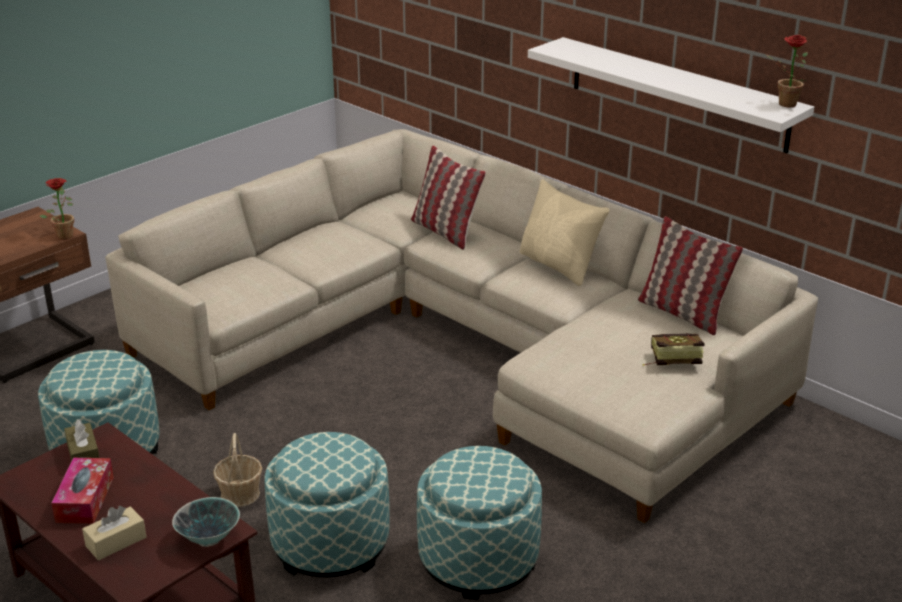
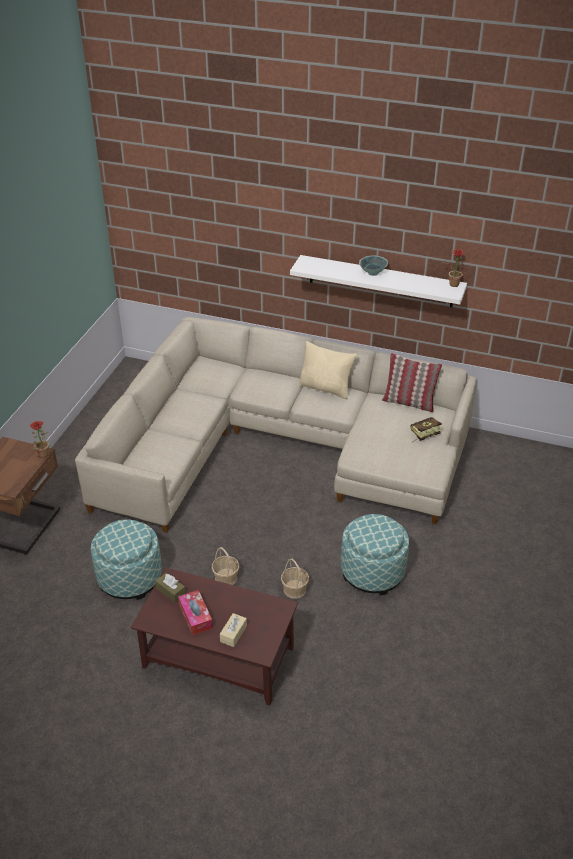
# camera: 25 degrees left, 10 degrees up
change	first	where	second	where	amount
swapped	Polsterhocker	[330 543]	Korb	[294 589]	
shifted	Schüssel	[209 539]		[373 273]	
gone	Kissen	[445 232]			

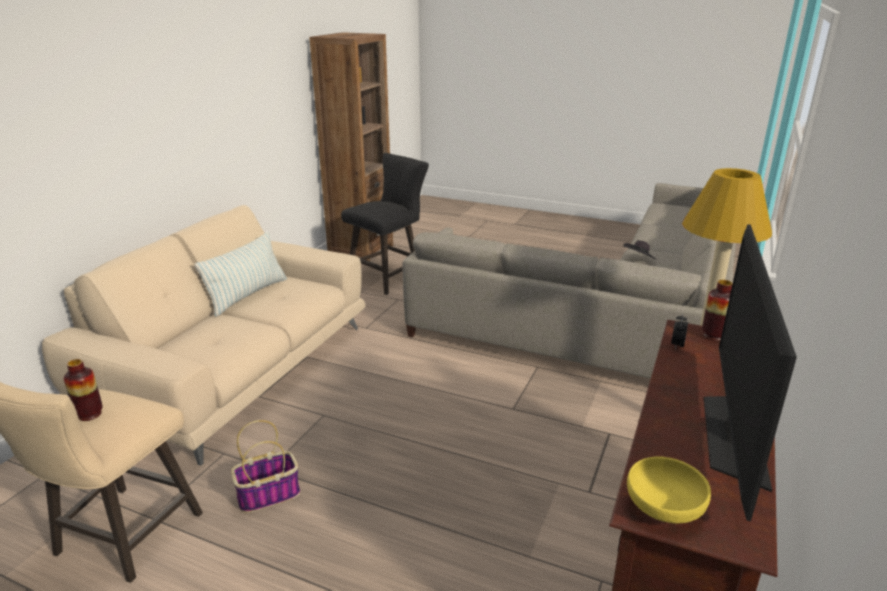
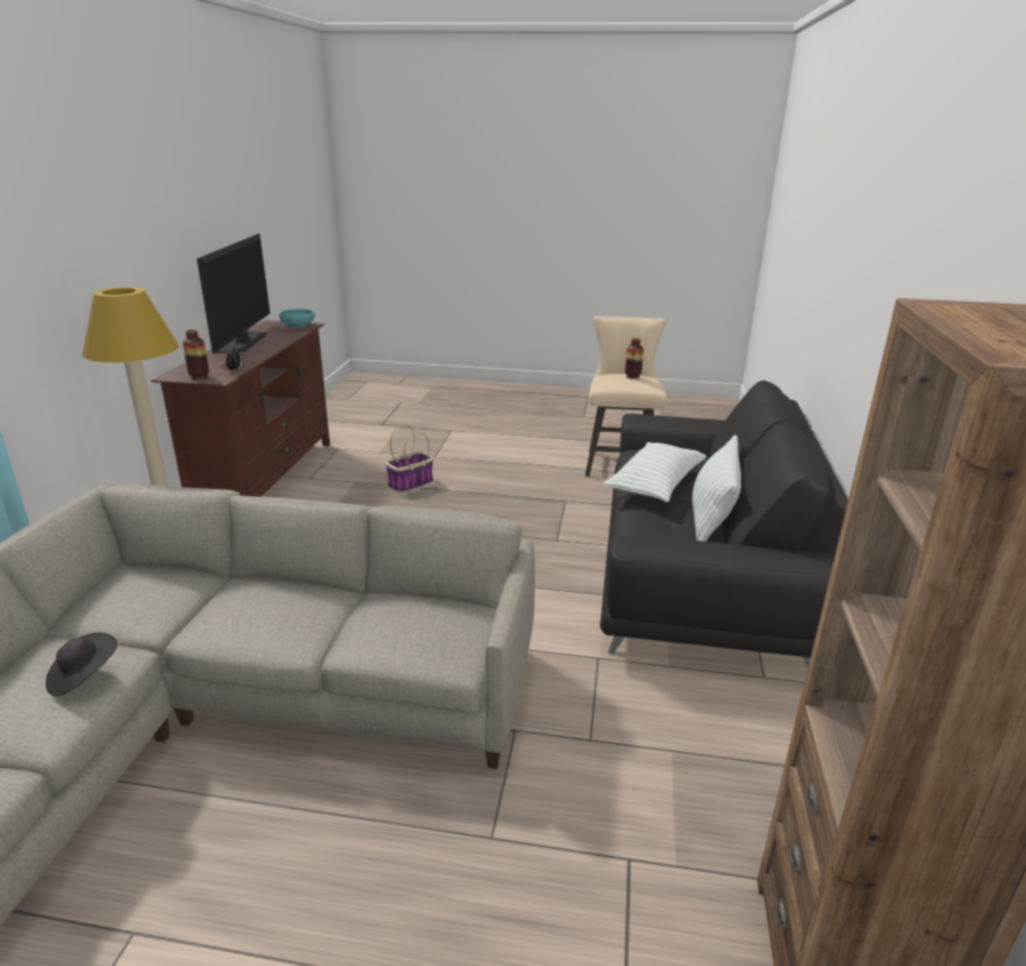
# camera: 165 degrees right, 0 degrees up
change	first	where	second	where	amount
repainted	Schüssel/gelb	[664 507]	Schüssel/türkis	[298 326]	
shifted	Korb	[269 495]		[410 484]	
repainted	Sofa/beige	[235 370]	Sofa/schwarz	[698 570]	
new			Kissen	[655 485]	
gone	Hocker/schwarz	[389 276]			

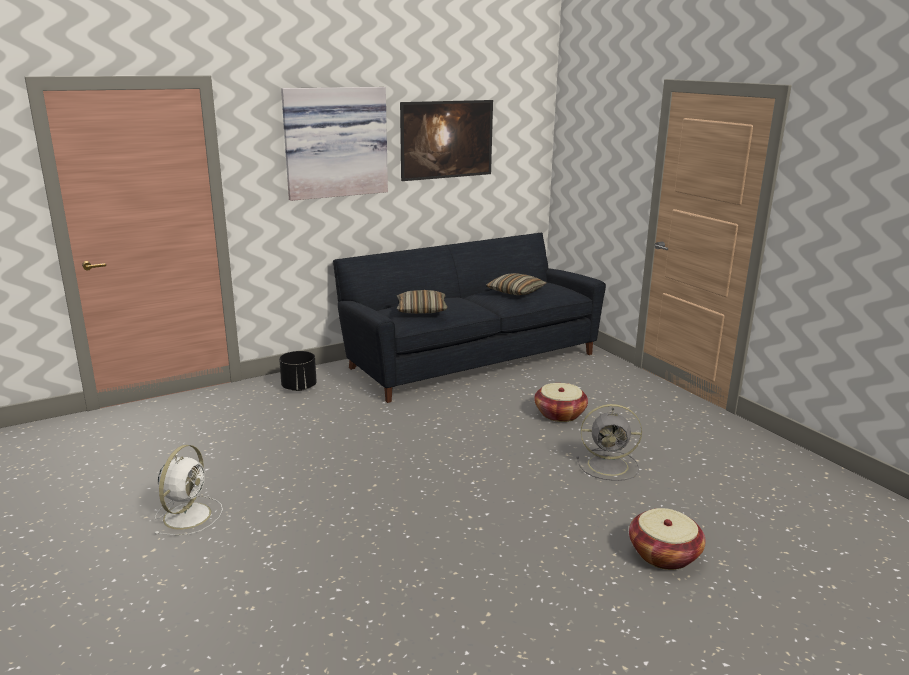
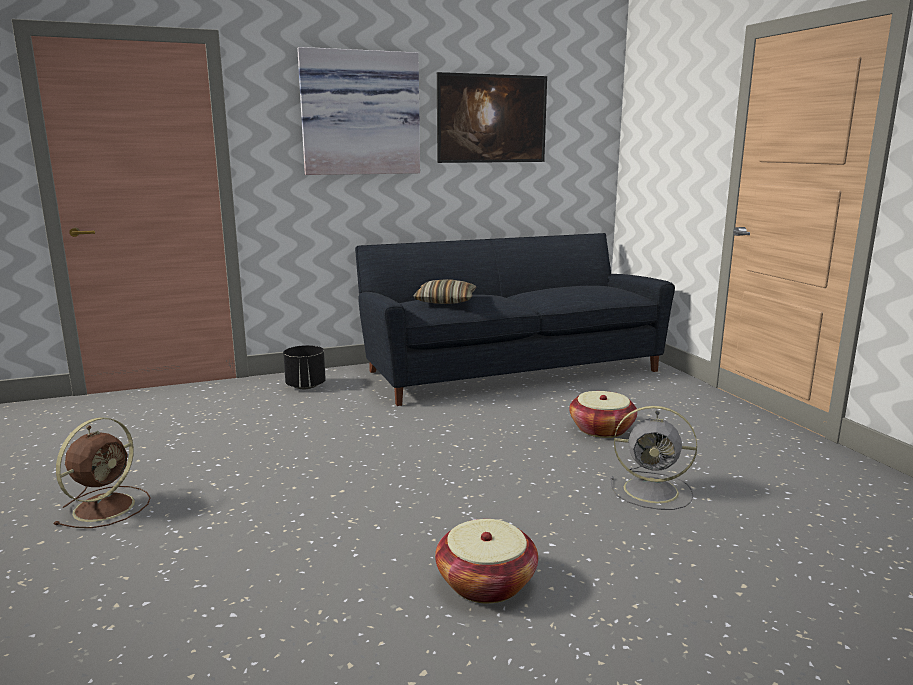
# camera: 10 degrees right, 5 degrees down
change	first	where	second	where	amount
repainted	Ventilator/weiß	[188 515]	Ventilator/braun	[106 506]	
shifted	Korb	[664 554]		[486 583]	
gone	Kissen	[516 291]			

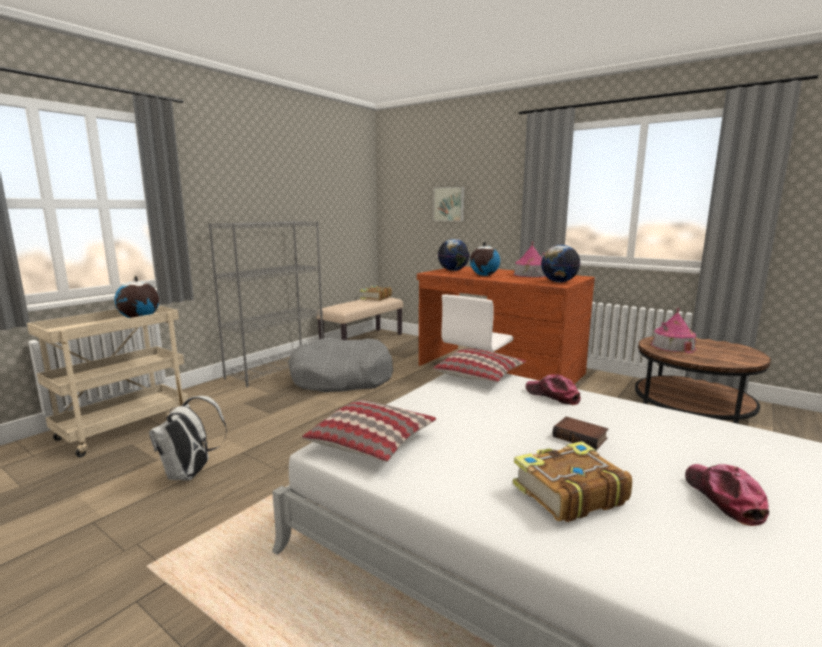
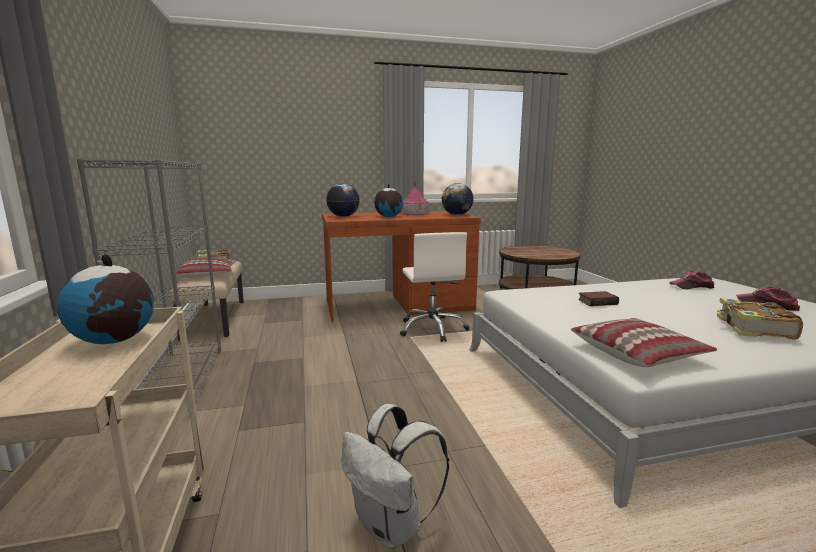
# camera: 50 degrees left, 0 degrees up
change	first	where	second	where	amount
shifted	Kissen	[480 375]		[208 275]	
shifted	Buch	[581 437]		[597 302]	
shifted	Kappe	[552 395]		[691 287]	
gone	Hundebett/grau	[341 378]			
gone	Bild	[449 204]			
gone	Spielzeughaus	[673 346]			

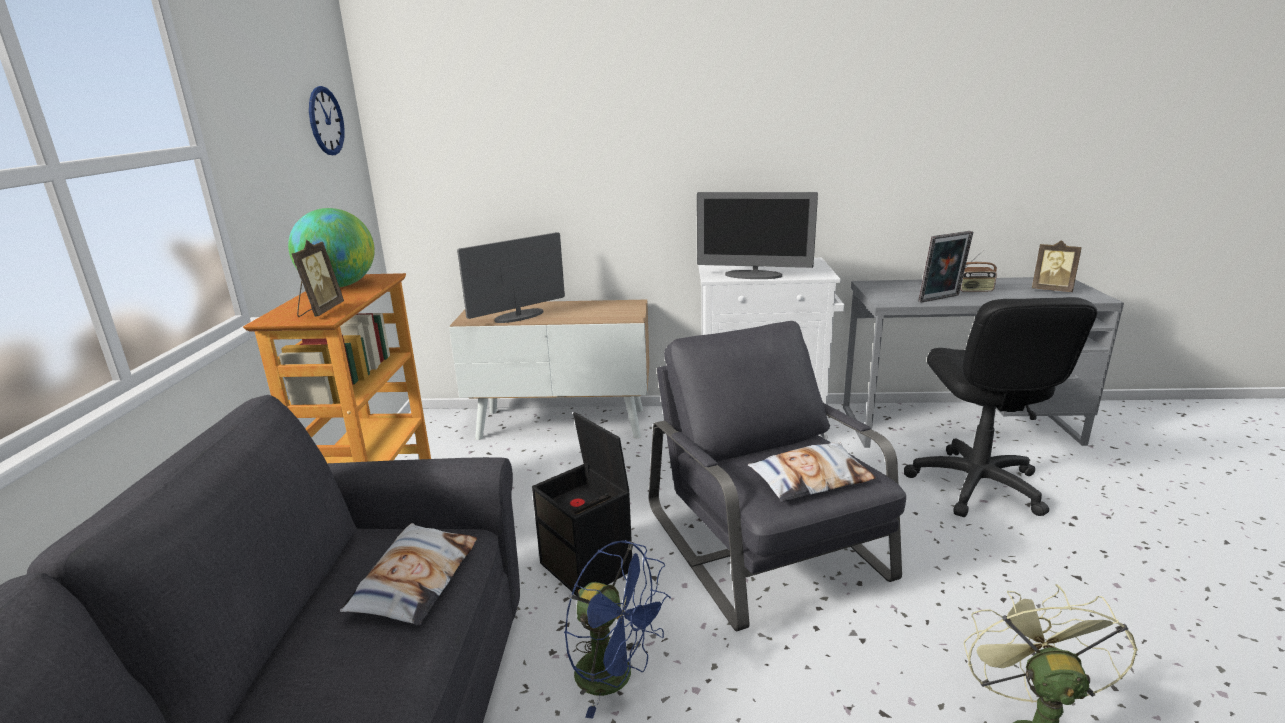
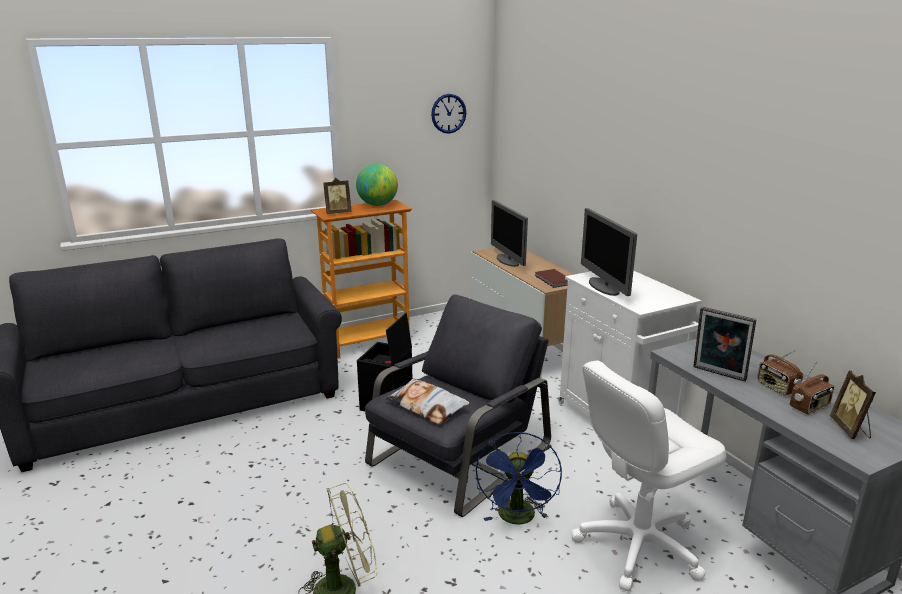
# camera: 60 degrees right, 0 degrees up
change	first	where	second	where	amount
shifted	Ventilator/blau	[616 677]		[518 519]	
rotated	Monitor	[518 316]		[507 260]	135 degrees counterclockwise
new			Buch/braun	[553 280]	
repainted	Bürostuhl/schwarz	[975 485]	Bürostuhl/weiß	[638 545]	
new			Radio	[809 407]	
gone	Kissen	[415 580]			

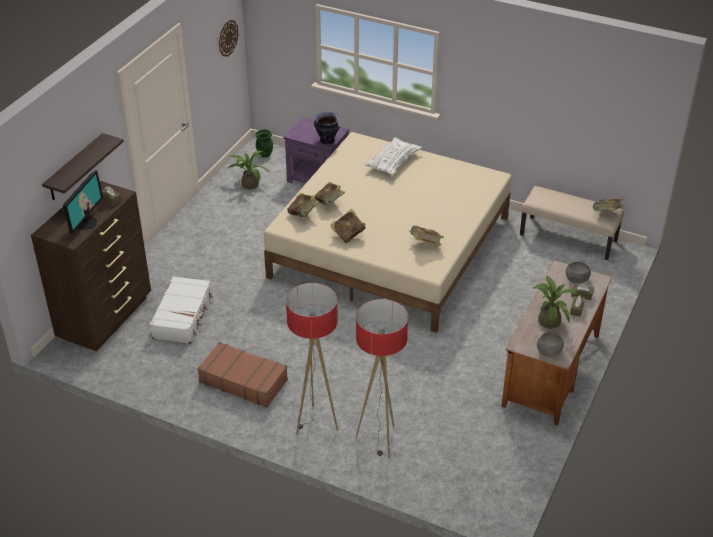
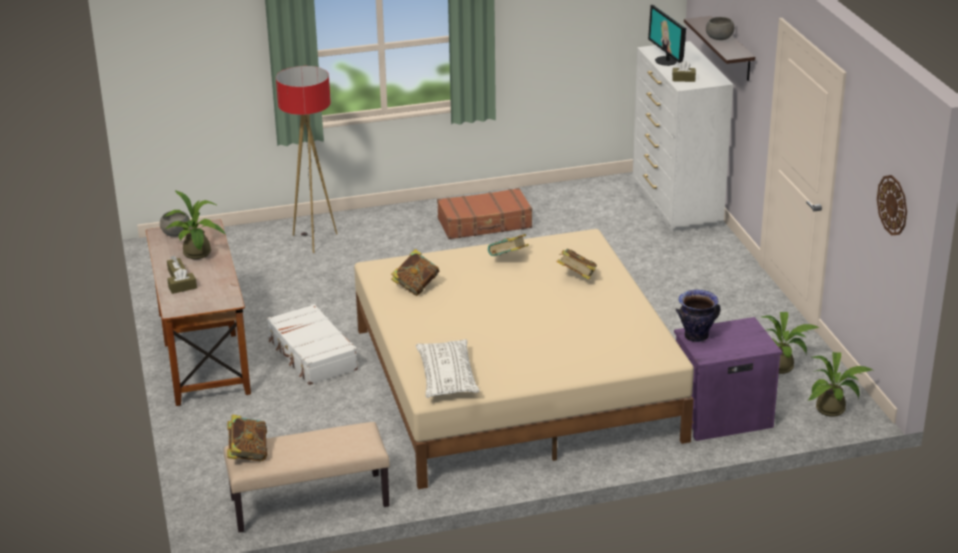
# camera: 140 degrees right, 10 degrees down
change	first	where	second	where	amount
shifted	Koffer/weiß	[183 316]		[312 355]	
shifted	Kissen/weiß	[393 162]		[447 378]	
repainted	Kommode/braun	[106 318]	Kommode/weiß	[675 206]	
shifted	Schüssel/grau	[576 279]		[719 37]	
swapped	Vase/grün	[265 154]	Topfpflanze	[834 410]	
gone	Stehlampe	[315 423]			
gone	Buch	[303 214]			

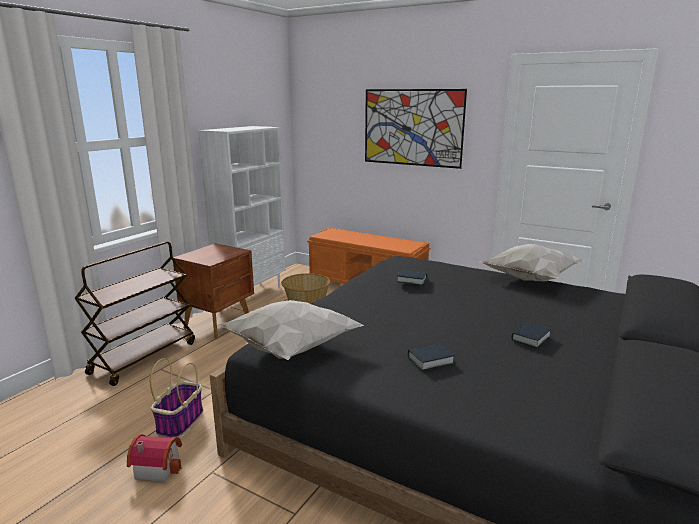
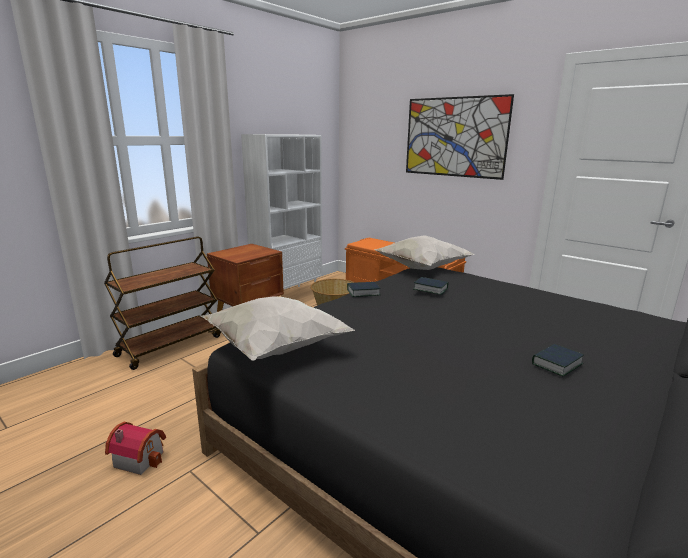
# camera: 10 degrees right, 0 degrees up
change	first	where	second	where	amount
shifted	Buch	[430 361]		[363 292]	
shifted	Kissen/weiß	[529 279]		[421 269]	
gone	Korb	[180 421]			

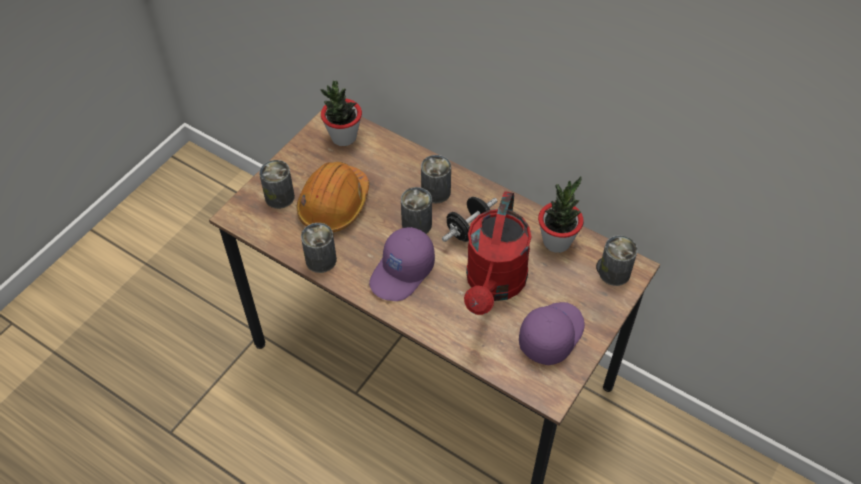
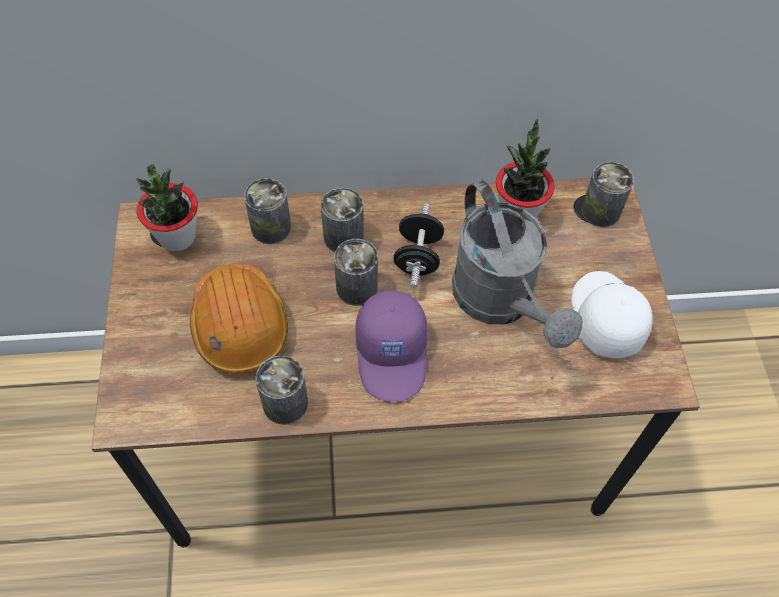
# camera: 40 degrees left, 5 degrees up
change	first	where	second	where	amount
shifted	Dose	[279 197]		[271 227]	
repainted	Gießkanne/rot	[494 285]	Gießkanne/grau	[501 302]	
repainted	Kappe/lila	[550 334]	Kappe/weiß	[604 318]	

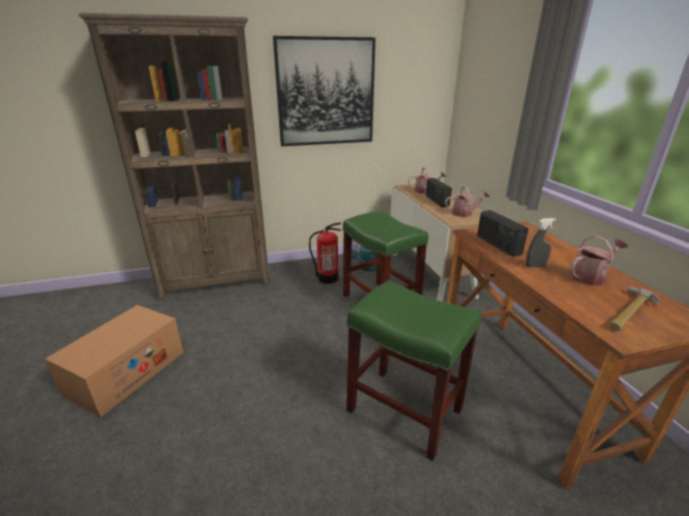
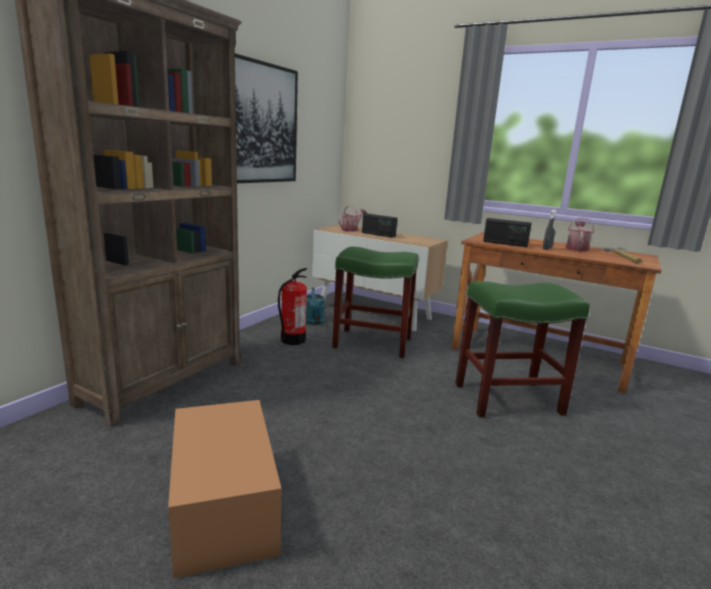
# camera: 45 degrees left, 10 degrees down
change	first	where	second	where	amount
gone	Gießkanne	[465 213]			

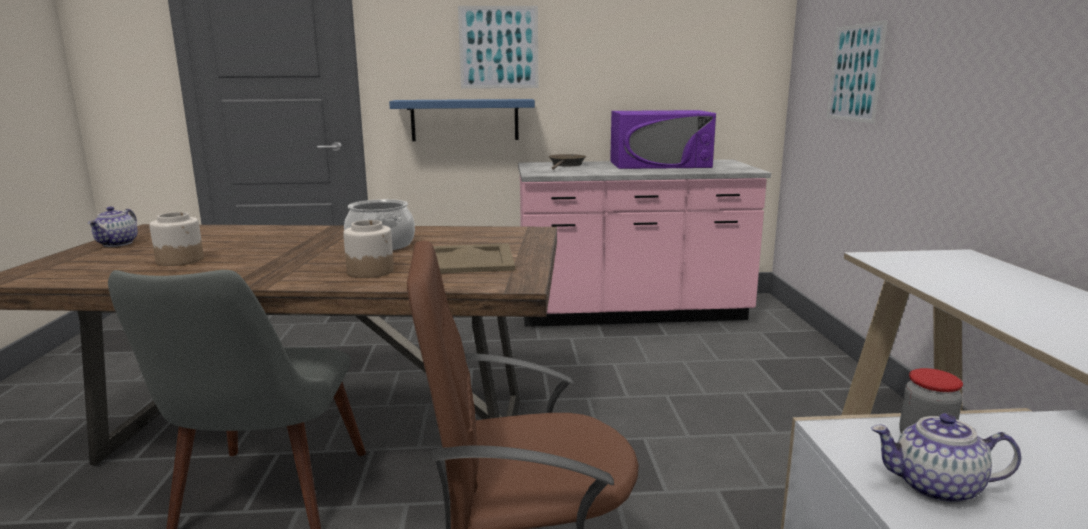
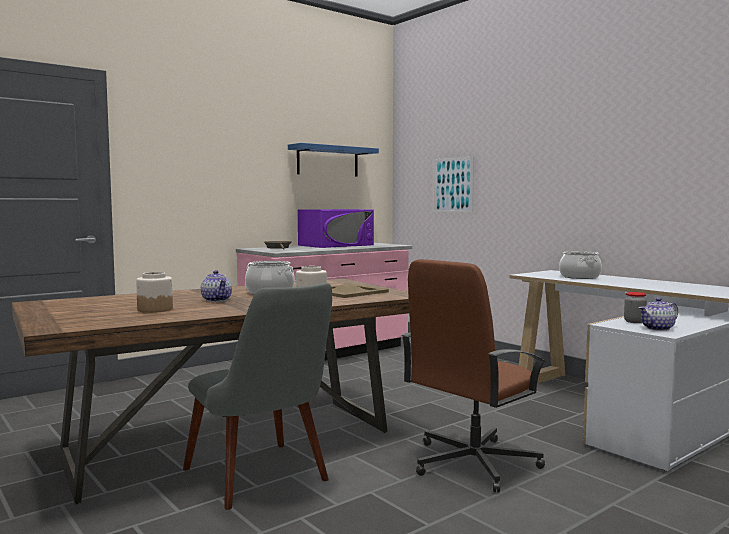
# camera: 35 degrees left, 10 degrees down
change	first	where	second	where	amount
shifted	Teekanne	[118 244]		[217 300]	
shifted	Wandregal/blau	[464 120]		[327 161]	
new			Kochtopf	[579 277]	
gone	Bild	[498 47]			

